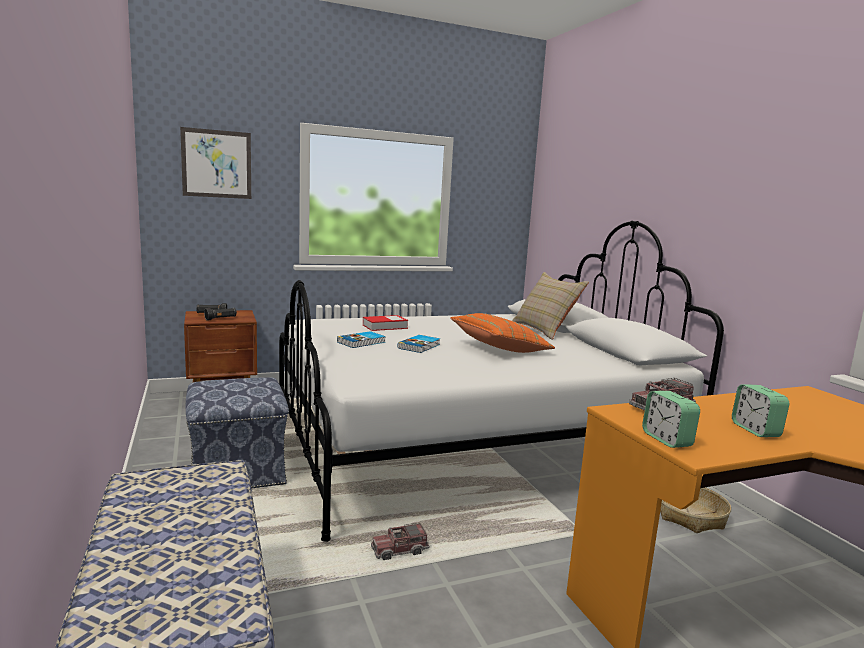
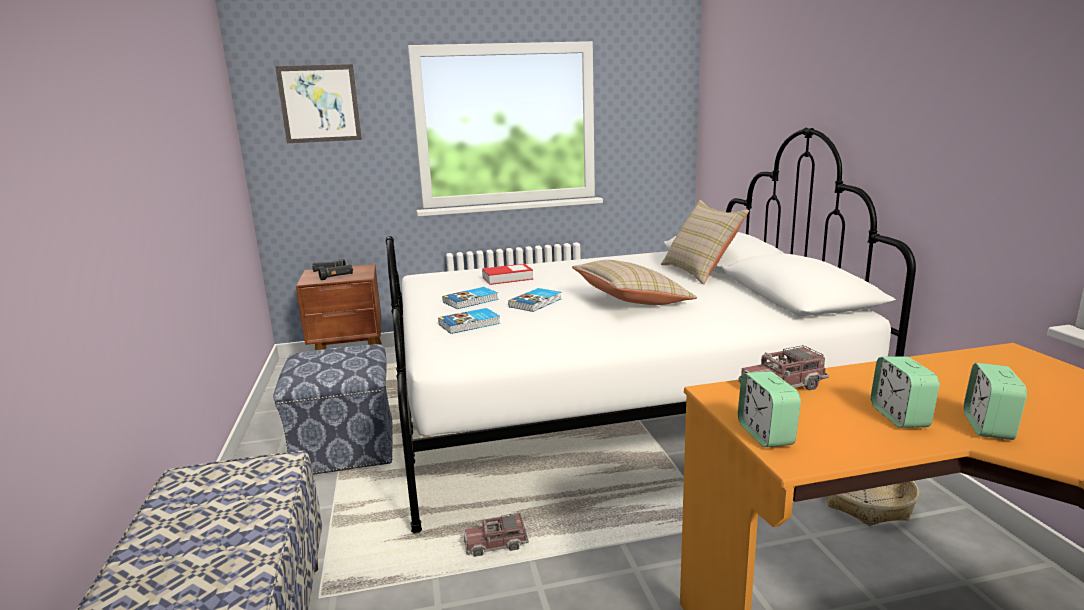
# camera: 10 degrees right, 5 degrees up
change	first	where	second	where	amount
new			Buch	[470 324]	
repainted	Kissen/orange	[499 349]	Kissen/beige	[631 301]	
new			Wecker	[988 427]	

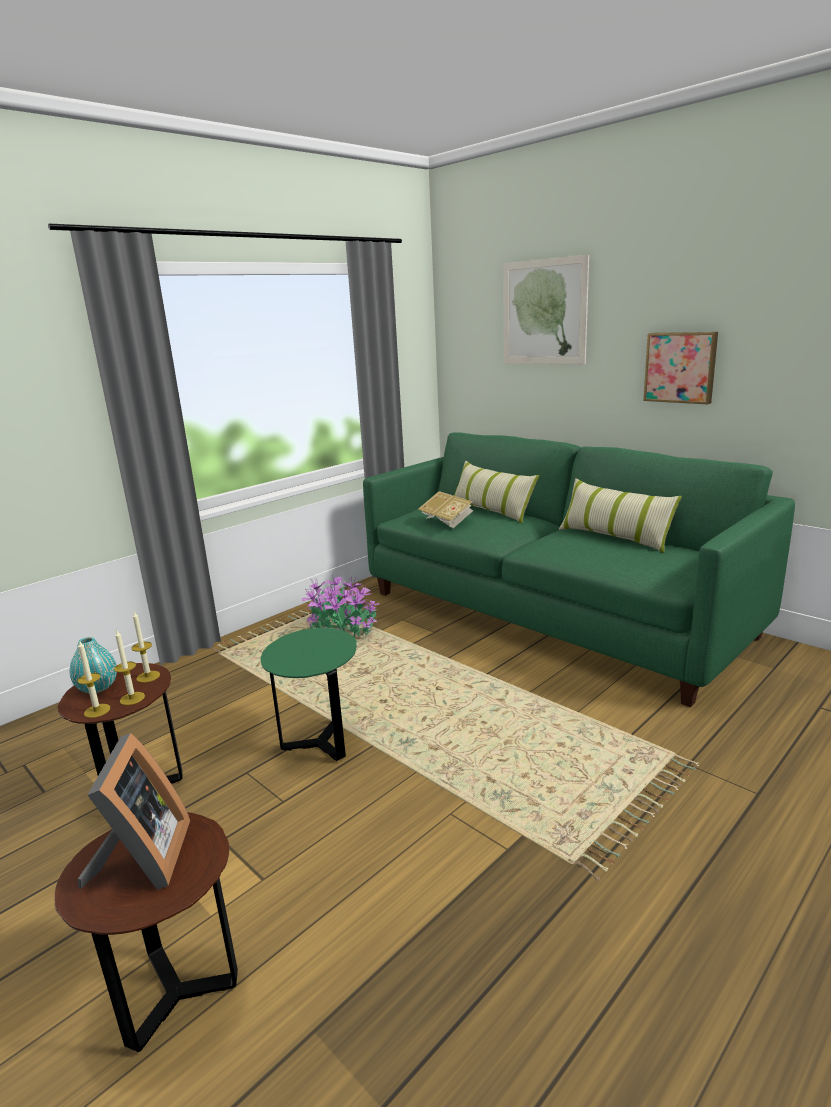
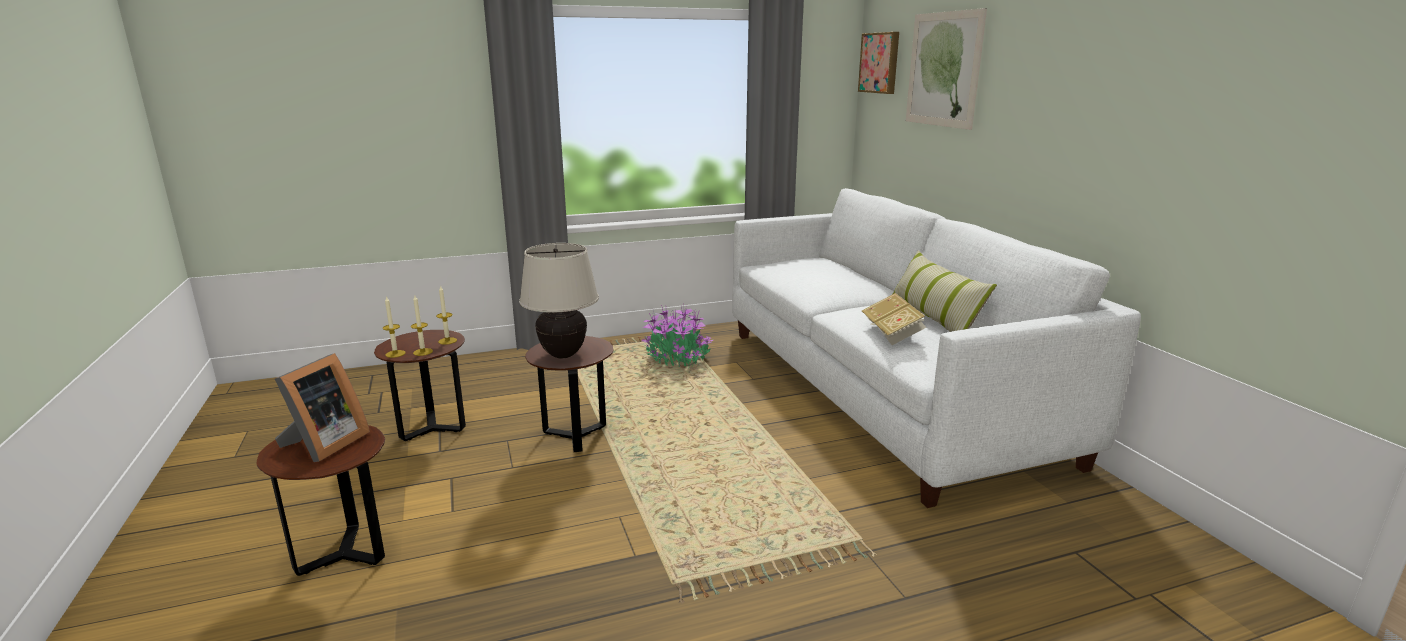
# camera: 25 degrees right, 0 degrees up
change	first	where	second	where	amount
new			Tischlampe/beige	[563 355]	
repainted	Beistelltisch/grün	[320 743]	Beistelltisch/braun	[576 437]	
repainted	Sofa/grün	[551 613]	Sofa/weiß	[880 390]	
shifted	Bild	[680 367]		[880 63]	
shifted	Buch	[446 521]		[892 333]	
gone	Vase/türkis	[97 687]			
gone	Kissen	[491 511]			

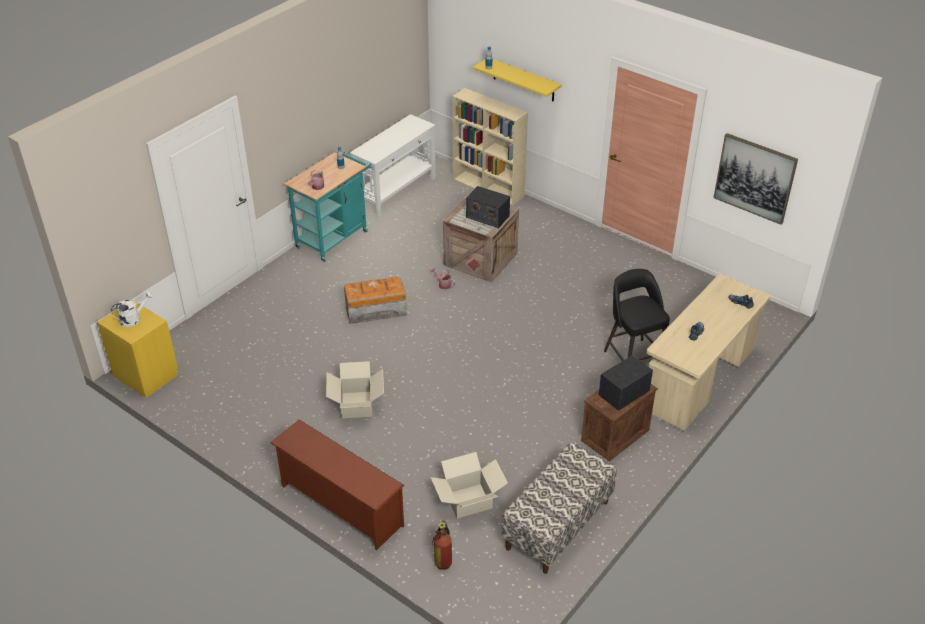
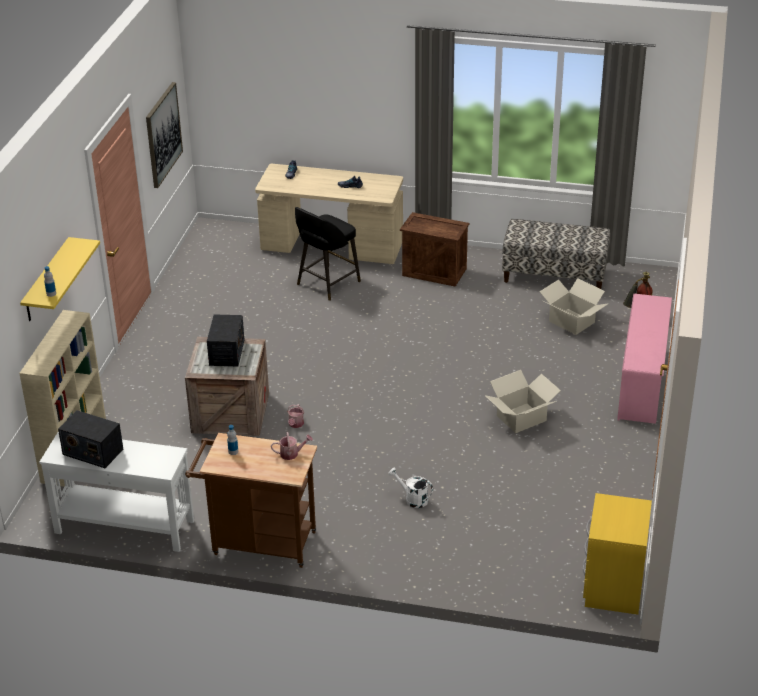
# camera: 115 degrees left, 5 degrees down
change	first	where	second	where	amount
shifted	Radio	[624 392]		[92 451]	
repainted	Rollwagen/türkis	[335 237]	Rollwagen/braun	[258 543]	
shifted	Gießkanne/weiß	[133 319]		[412 499]	
repainted	Schuhregal/braun	[340 506]	Schuhregal/rosa	[642 383]	
gone	Aufbewahrungsbox	[375 310]			

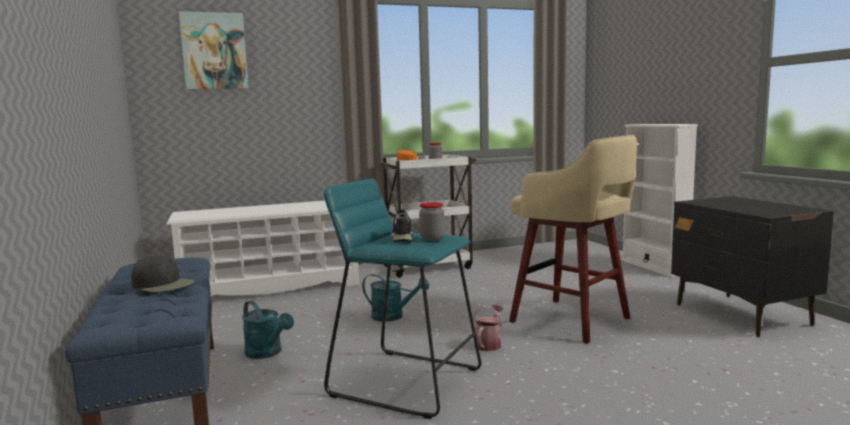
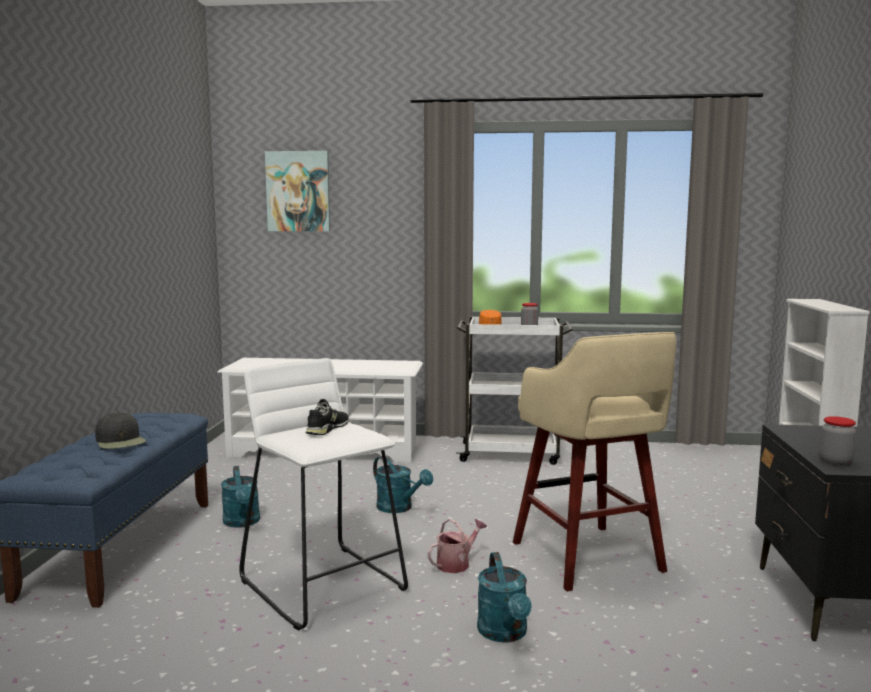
# camera: 25 degrees right, 0 degrees up
change	first	where	second	where	amount
repainted	Hocker/türkis	[406 381]	Hocker/weiß	[324 584]	
new			Gießkanne/türkis	[505 634]	
shifted	Vorratsglas	[432 239]		[835 461]	

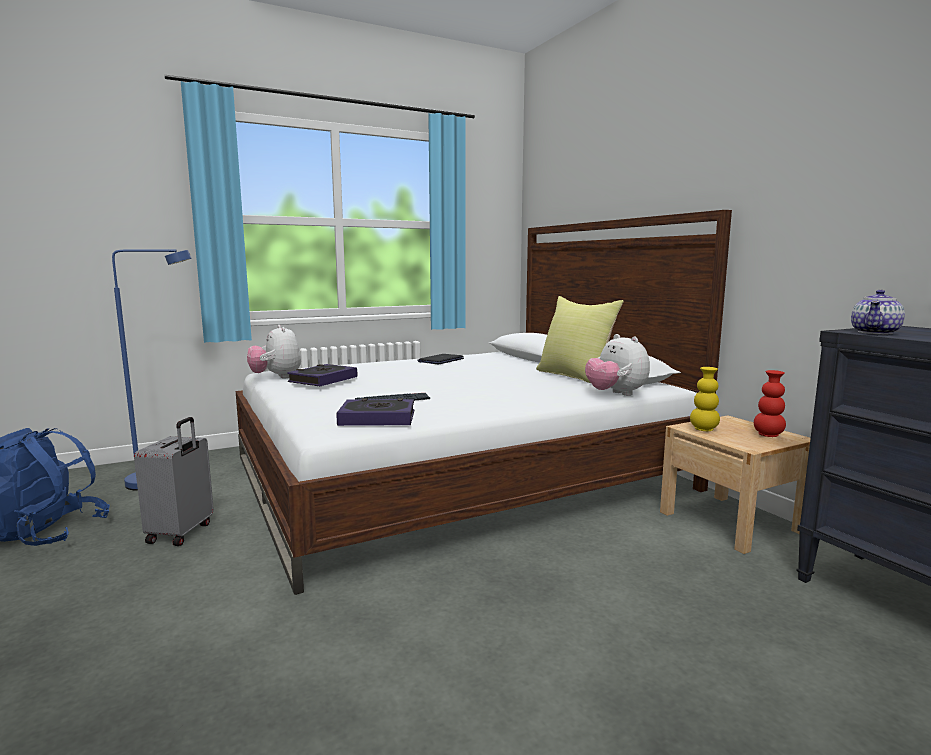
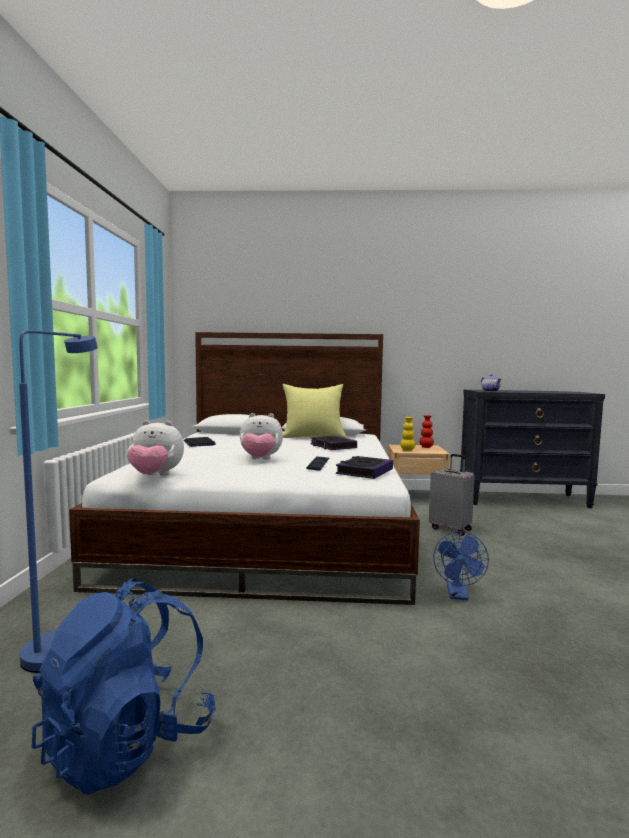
# camera: 60 degrees left, 5 degrees down
change	first	where	second	where	amount
shifted	Plüschtier	[616 394]		[260 460]	
shifted	Buch	[323 380]		[333 446]	
shifted	Koffer/grau	[182 533]		[451 529]	
new			Ventilator/blau	[458 595]	

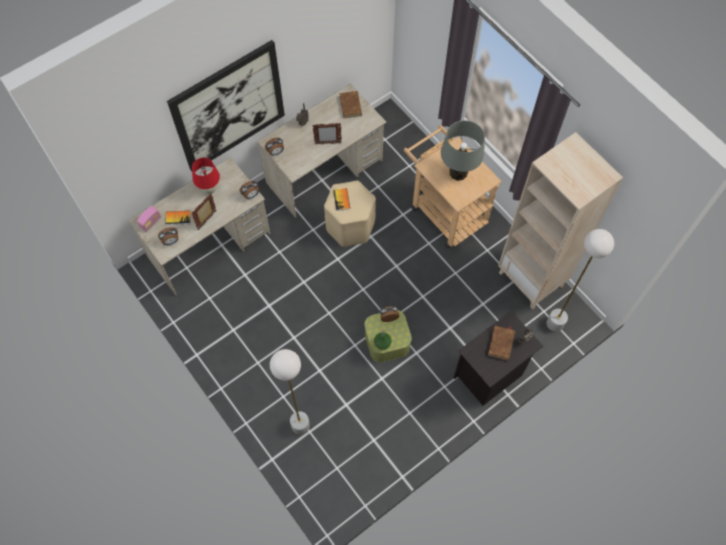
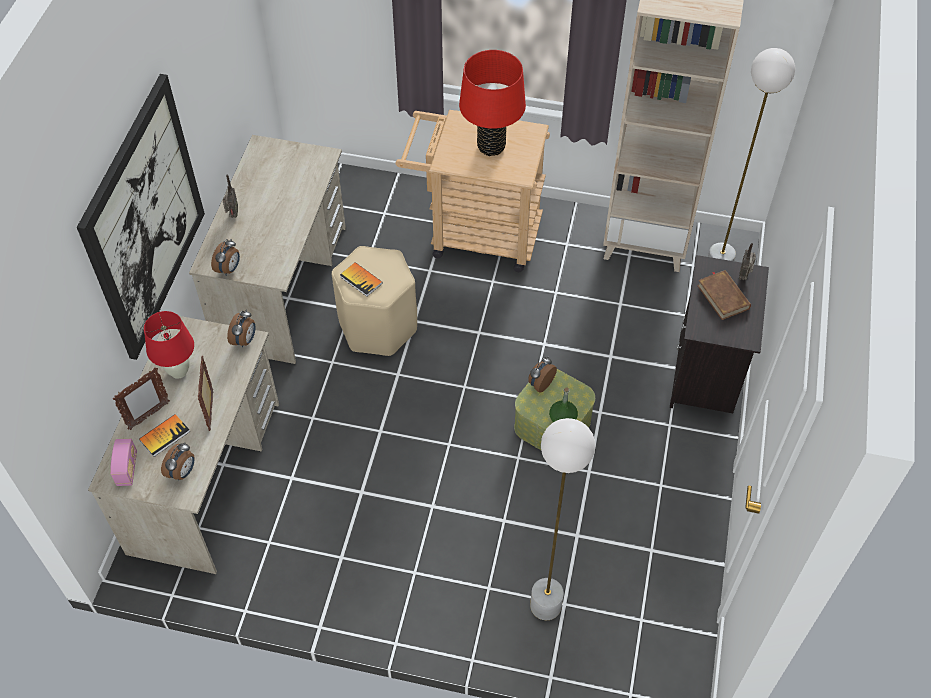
# camera: 40 degrees left, 10 degrees down
change	first	where	second	where	amount
shifted	Bilderrahmen	[328 143]		[148 416]	
repainted	Tischlampe/grau	[458 173]	Tischlampe/rot	[491 147]	
gone	Buch/braun	[351 106]			

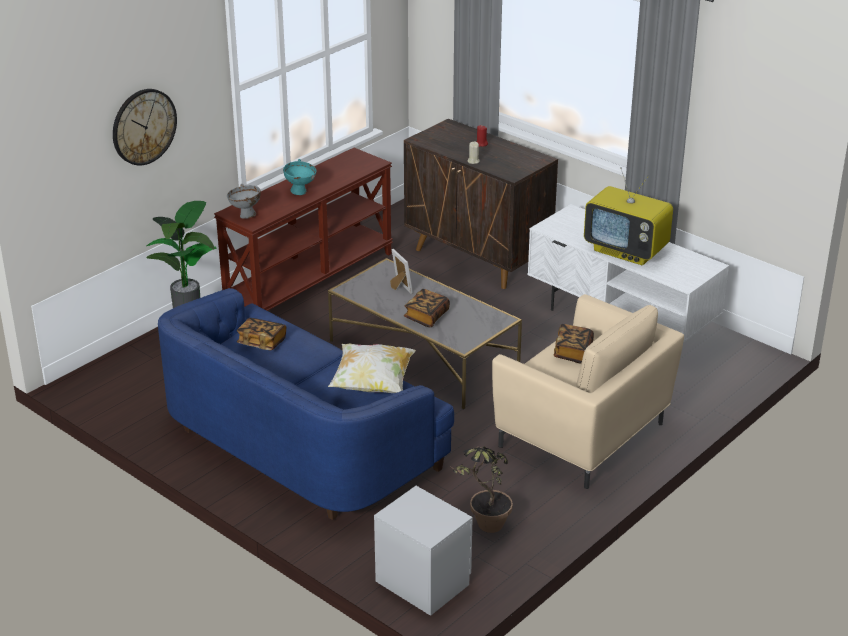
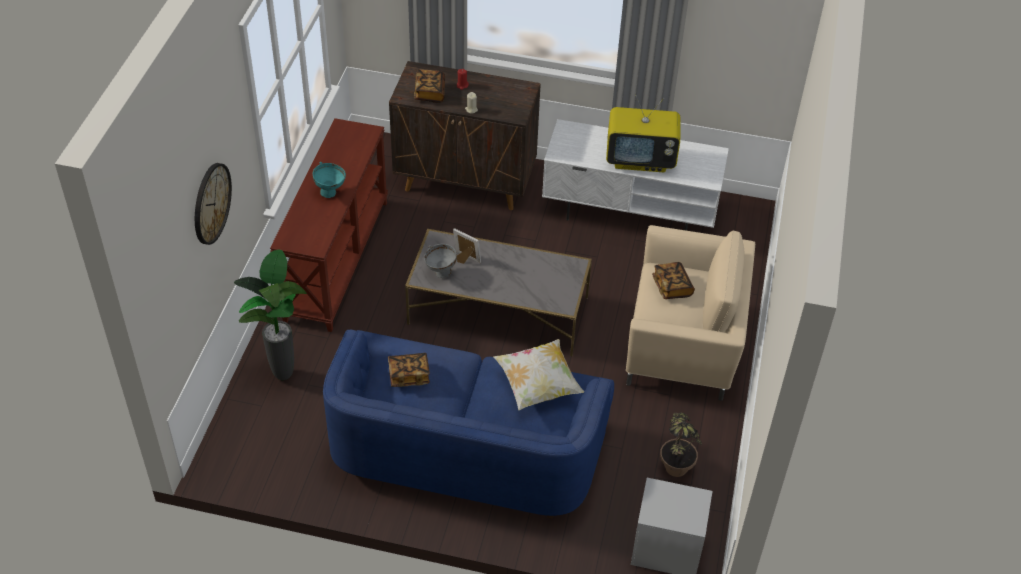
# camera: 30 degrees left, 15 degrees up
change	first	where	second	where	amount
shifted	Buch	[426 316]		[430 93]	
shifted	Schüssel/grau	[245 216]		[441 273]	

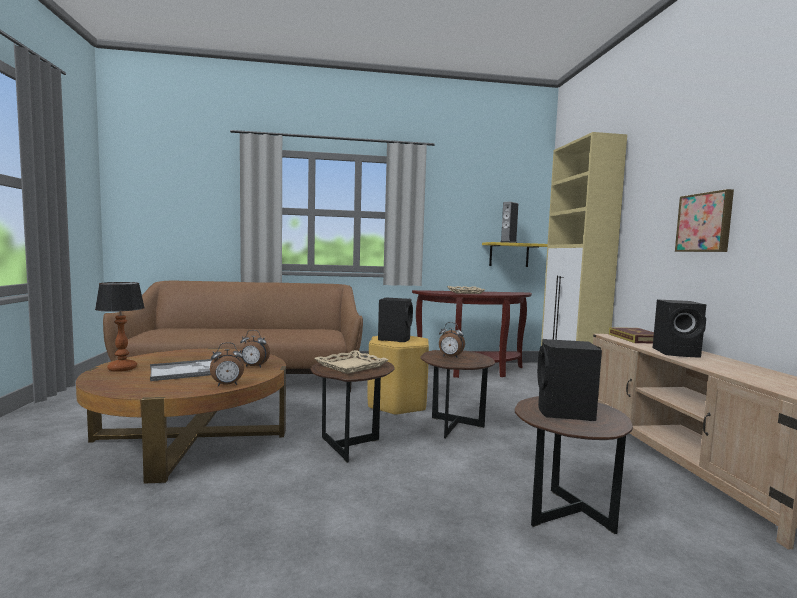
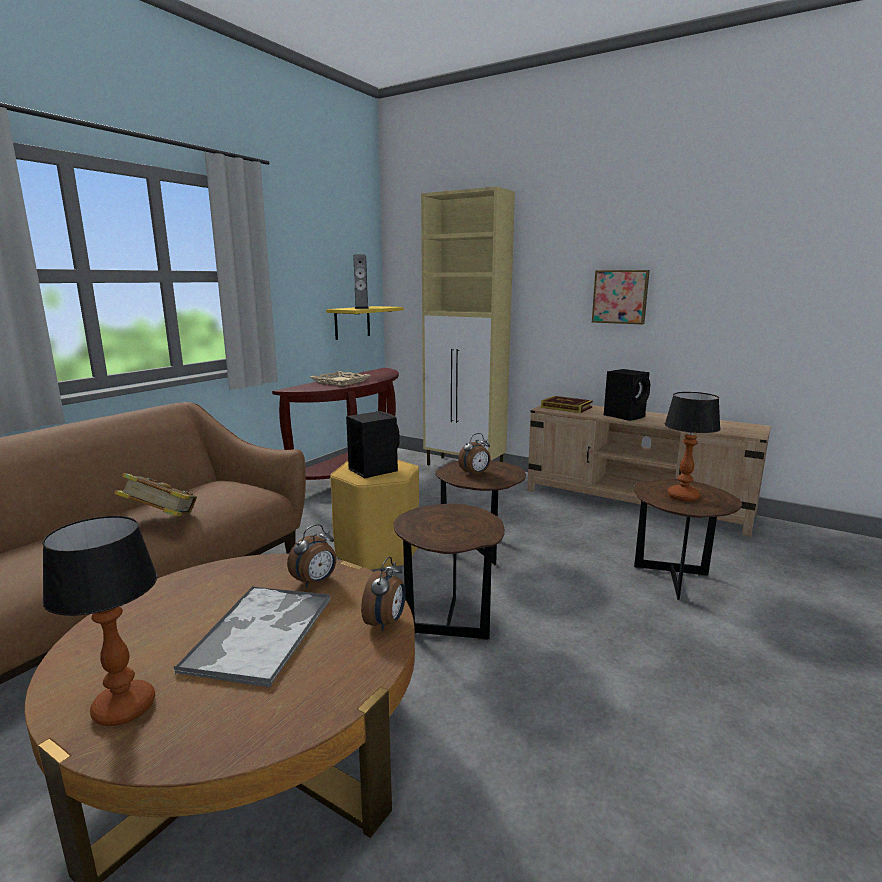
# camera: 50 degrees left, 10 degrees up
change	first	where	second	where	amount
new			Buch	[161 520]	
swapped	Lautsprecher/schwarz	[565 413]	Tischlampe	[683 496]	
gone	Tablett/beige	[351 366]			

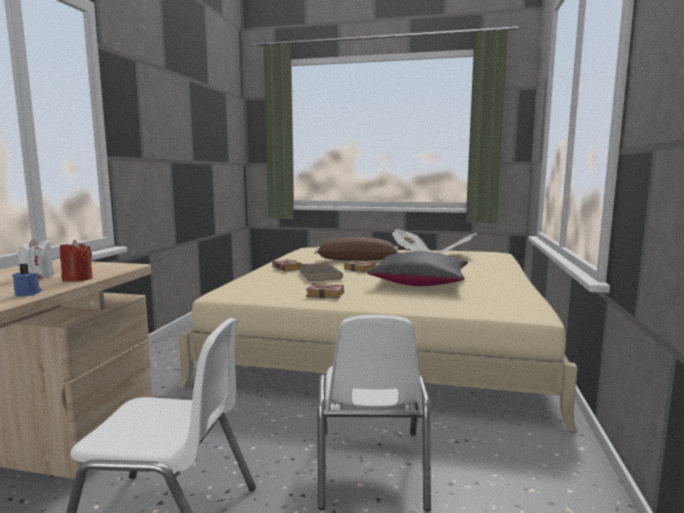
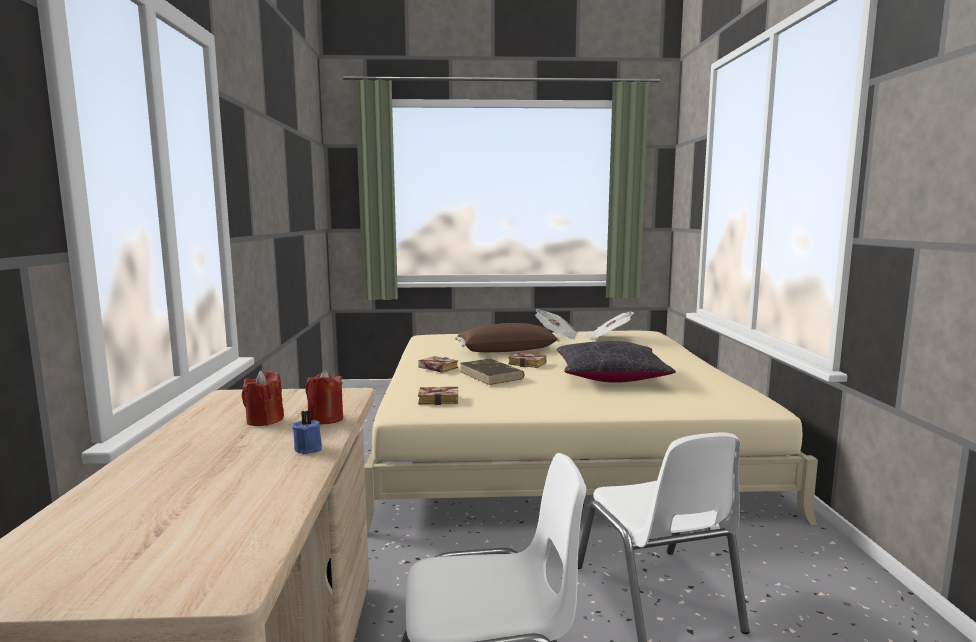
# camera: 15 degrees left, 0 degrees up
change	first	where	second	where	amount
repainted	Kerze/weiß	[38 277]	Kerze/rot	[265 420]	
shifted	Buch	[327 295]		[440 399]	

